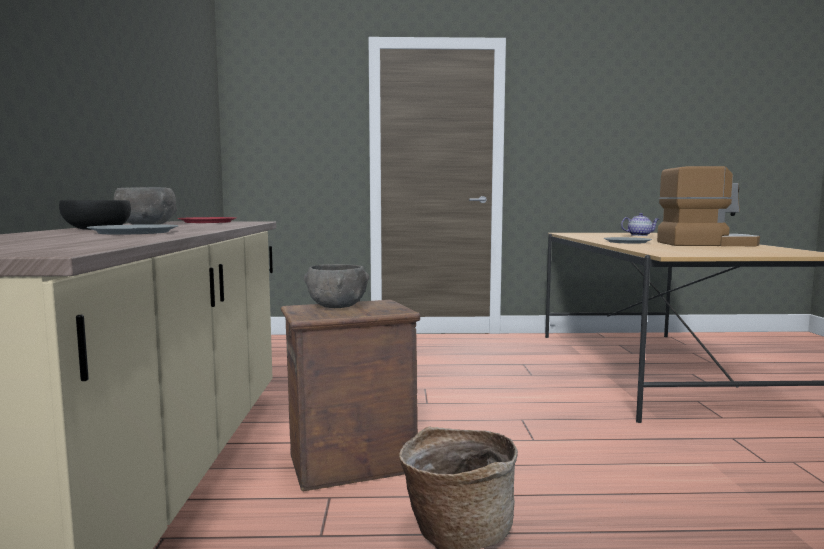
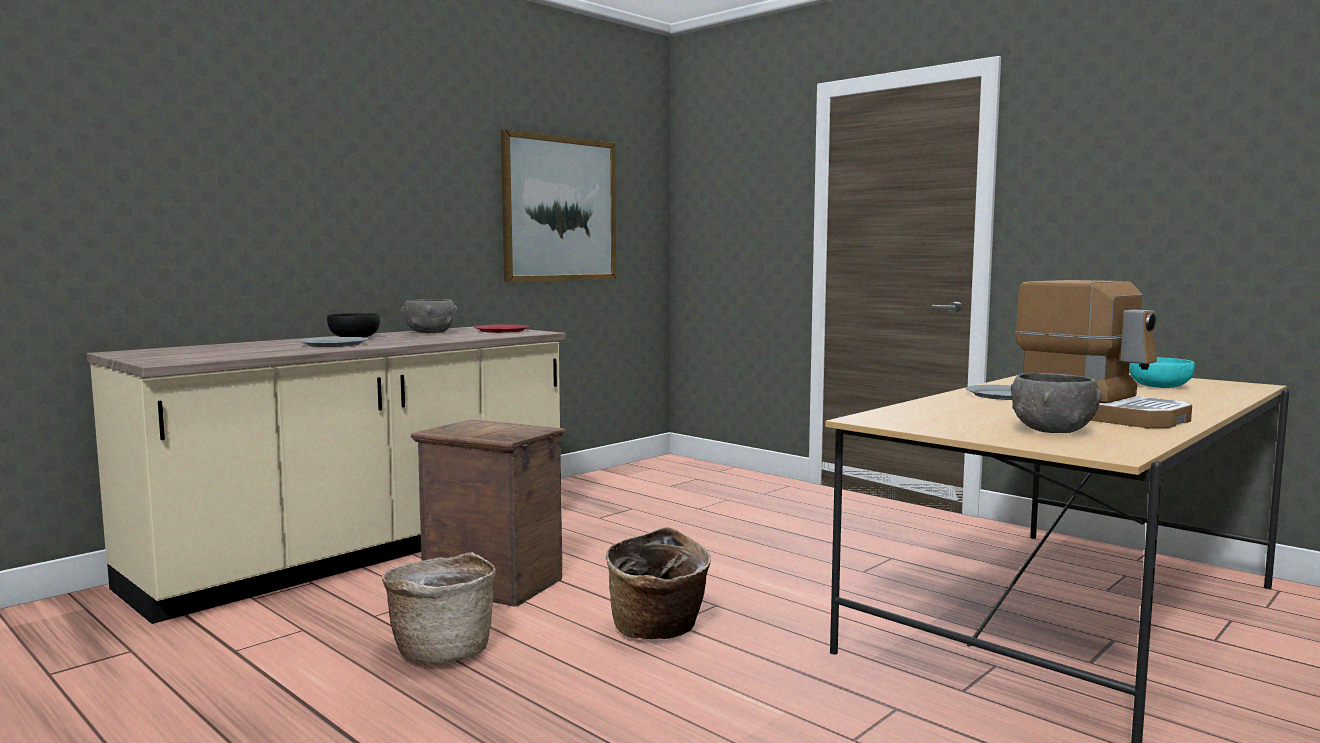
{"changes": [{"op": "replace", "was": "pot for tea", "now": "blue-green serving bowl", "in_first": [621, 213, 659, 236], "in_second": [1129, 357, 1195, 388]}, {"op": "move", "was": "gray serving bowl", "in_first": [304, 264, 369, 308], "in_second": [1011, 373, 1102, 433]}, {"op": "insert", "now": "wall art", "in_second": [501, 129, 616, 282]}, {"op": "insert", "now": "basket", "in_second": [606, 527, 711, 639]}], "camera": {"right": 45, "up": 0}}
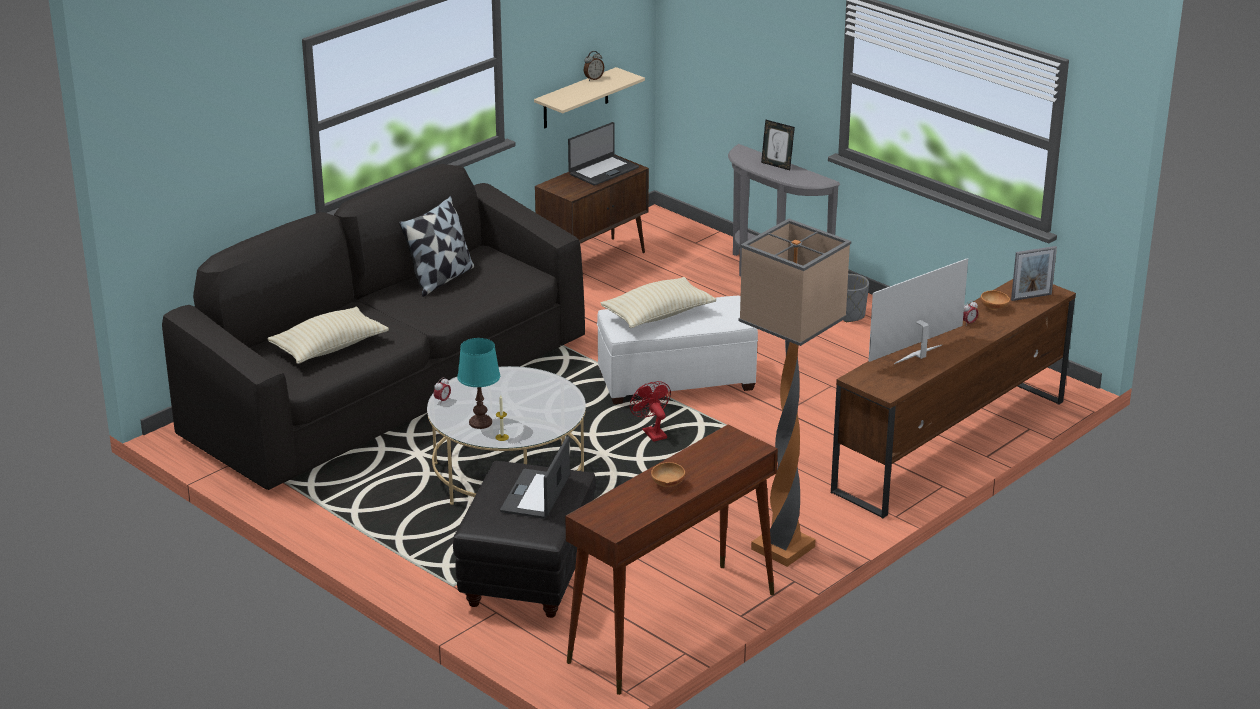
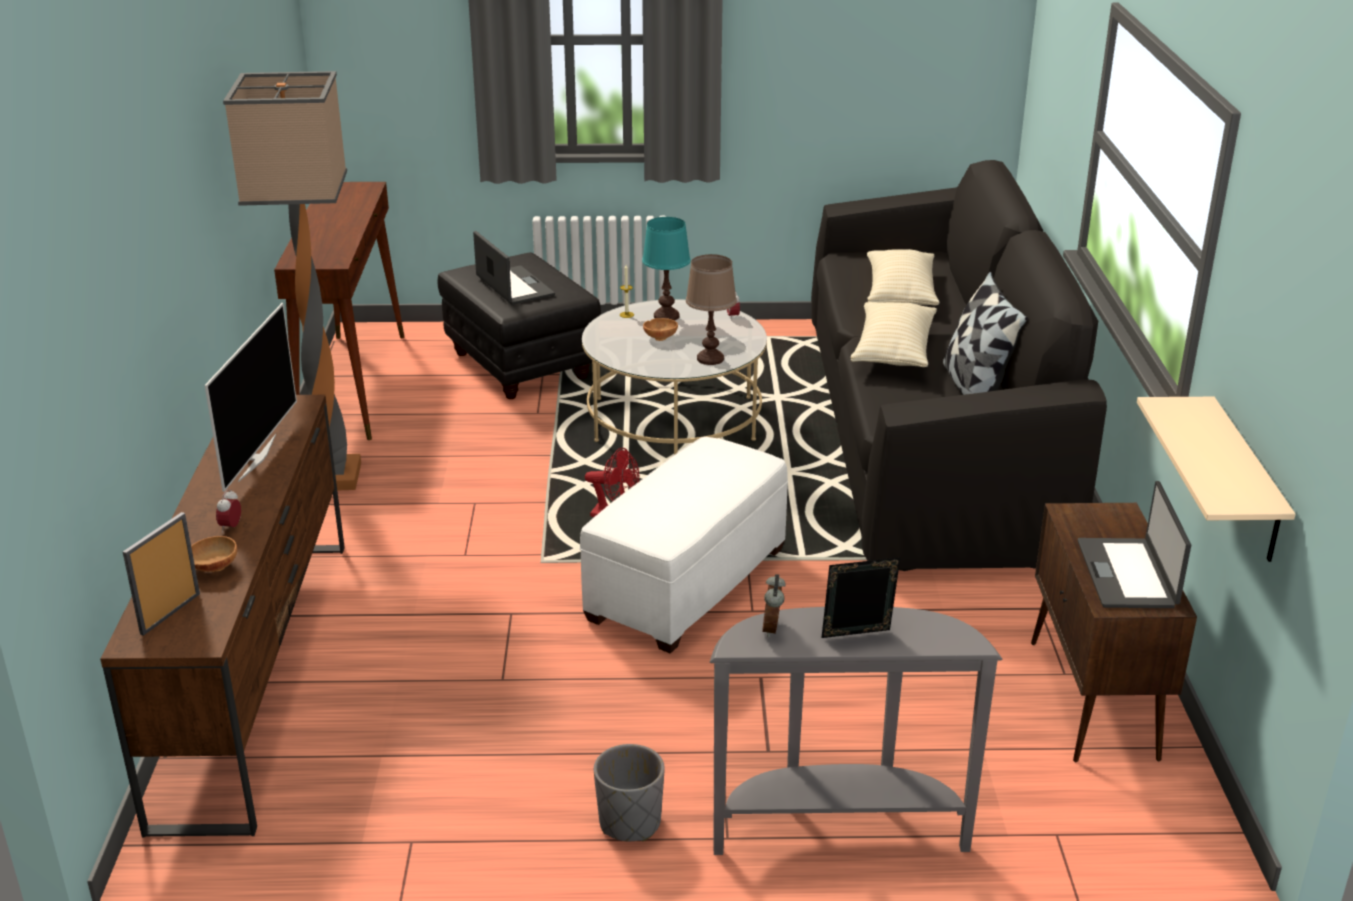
{"changes": [{"op": "move", "was": "alarm clock", "in_first": [584, 51, 604, 81], "in_second": [762, 574, 786, 638]}, {"op": "move", "was": "beige throw pillow", "in_first": [601, 277, 716, 328], "in_second": [851, 302, 937, 367]}, {"op": "move", "was": "brown-coloured serving bowl", "in_first": [651, 462, 685, 487], "in_second": [643, 318, 678, 341]}, {"op": "insert", "now": "brown-coloured table lamp", "in_second": [686, 254, 737, 365]}], "camera": {"right": 135, "up": 0}}
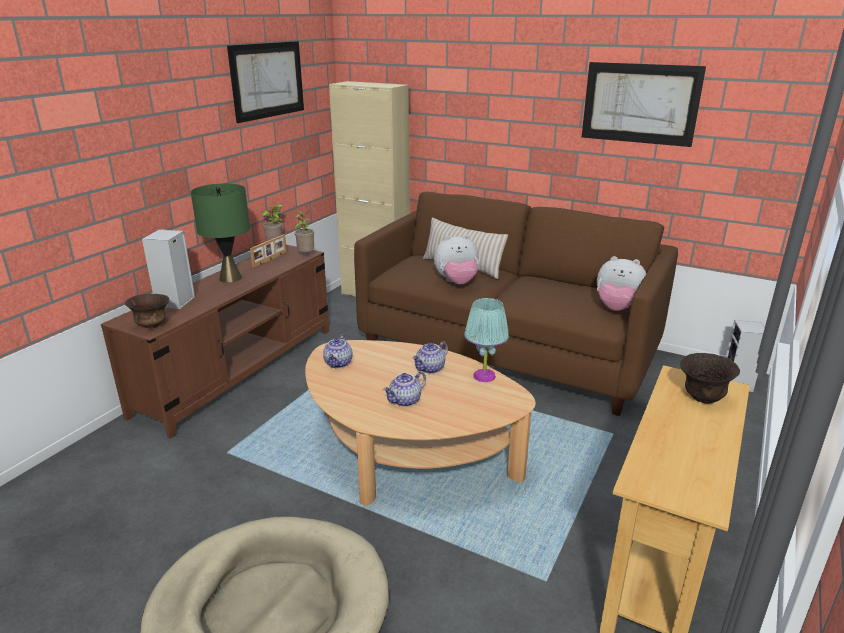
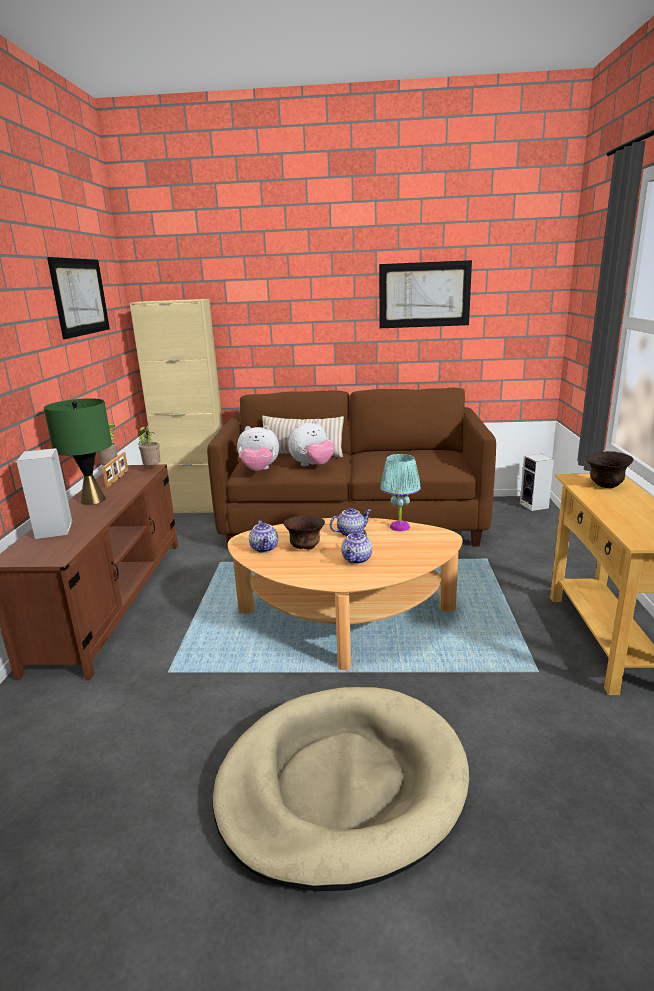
{"changes": [{"op": "move", "was": "soft toy", "in_first": [597, 256, 646, 311], "in_second": [237, 425, 279, 471]}, {"op": "move", "was": "brown-coloured serving bowl", "in_first": [125, 294, 169, 328], "in_second": [283, 516, 325, 550]}, {"op": "rotate", "was": "pot for tea", "in_first": [412, 341, 448, 374], "in_second": [330, 507, 371, 536], "clockwise": -135}], "camera": {"right": -25, "up": -5}}
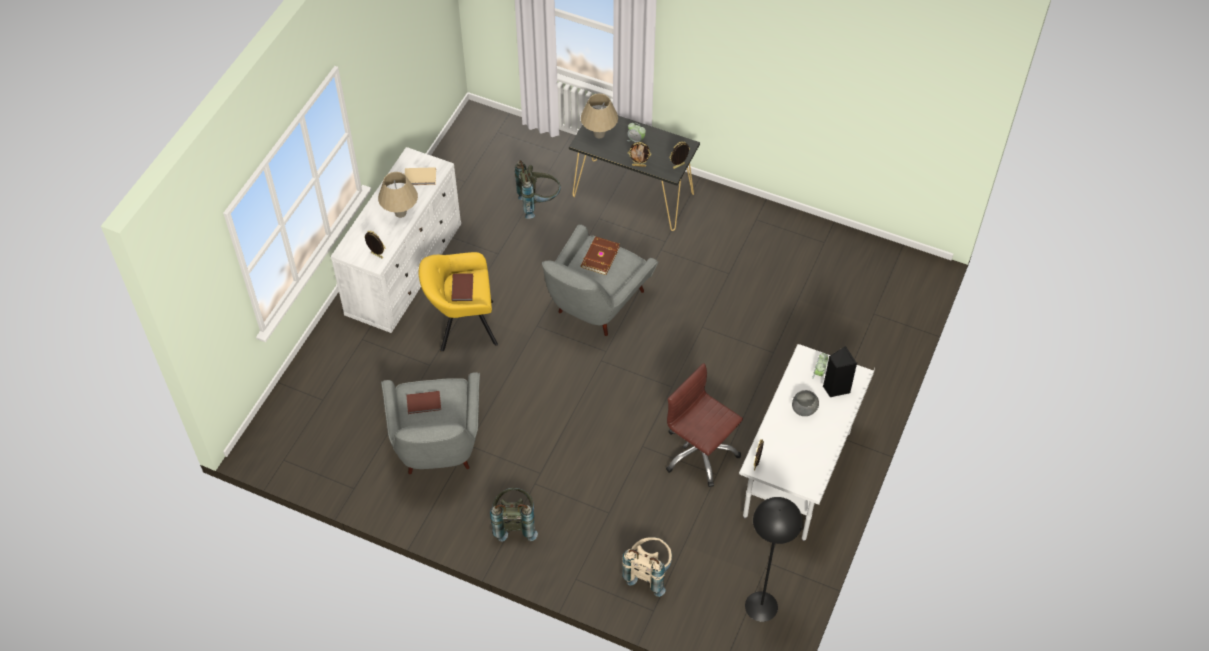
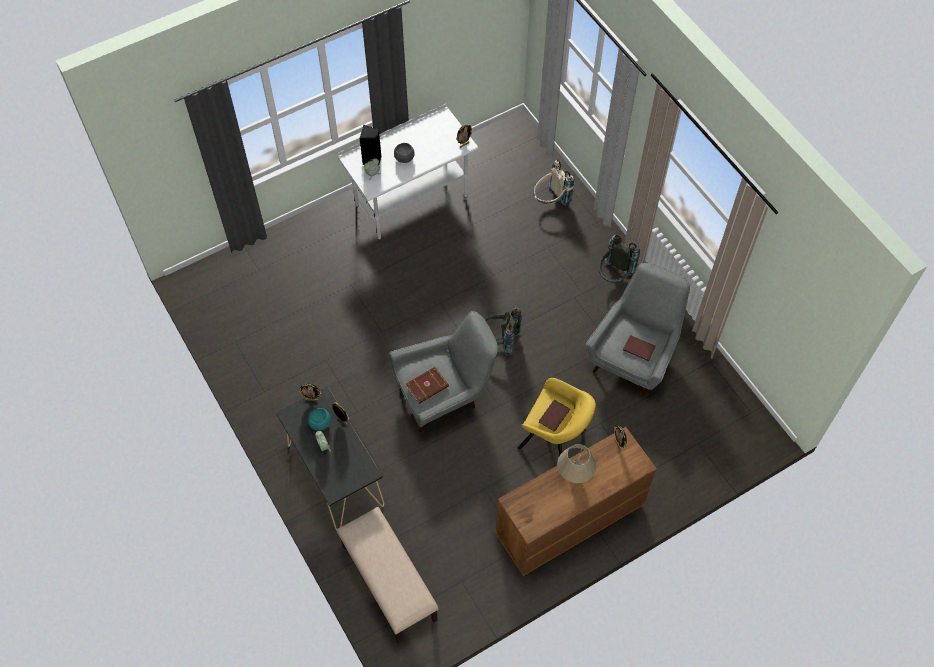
{"changes": [{"op": "delete", "was": "beige table lamp", "in_first": [581, 93, 618, 139]}, {"op": "recolor", "was": "whitish drawer chest", "now": "brown-coloured drawer chest", "in_first": [331, 147, 461, 333], "in_second": [496, 427, 657, 576]}, {"op": "move", "was": "gray knapsack", "in_first": [515, 160, 561, 219], "in_second": [485, 308, 522, 356]}, {"op": "delete", "was": "beige volume", "in_first": [405, 167, 436, 185]}, {"op": "delete", "was": "brown-coloured desk chair", "in_first": [666, 363, 743, 487]}, {"op": "delete", "was": "blackish floor lamp", "in_first": [745, 497, 802, 622]}, {"op": "insert", "now": "blue-green serving bowl", "in_second": [308, 408, 331, 431]}, {"op": "insert", "now": "beige indoor bench", "in_second": [337, 507, 439, 643]}], "camera": {"right": -145, "up": 5}}
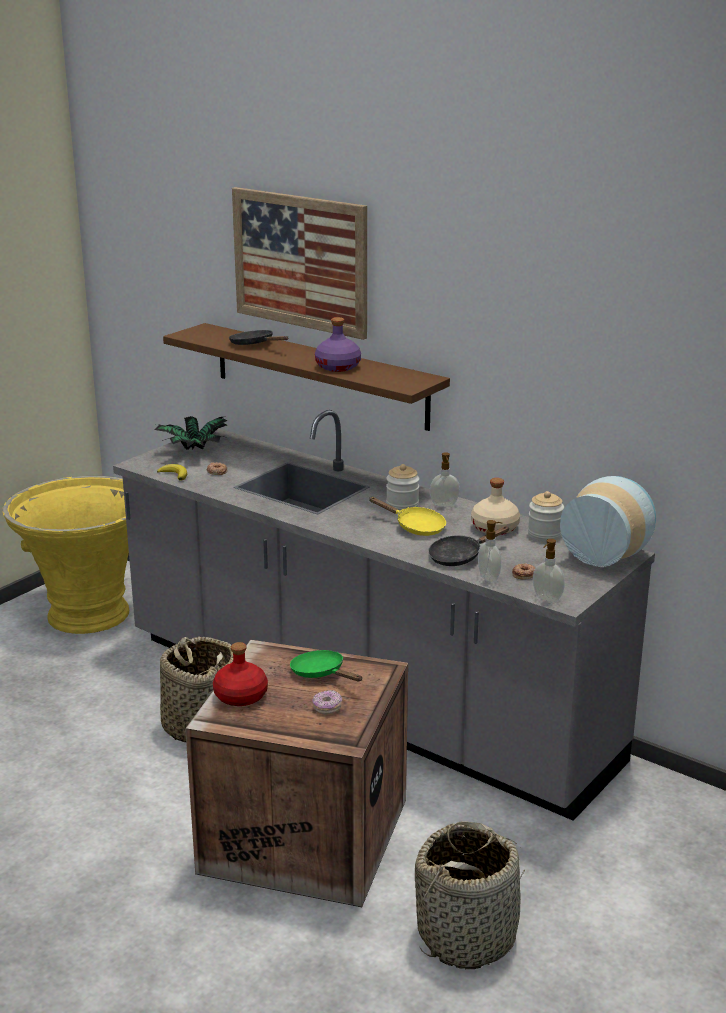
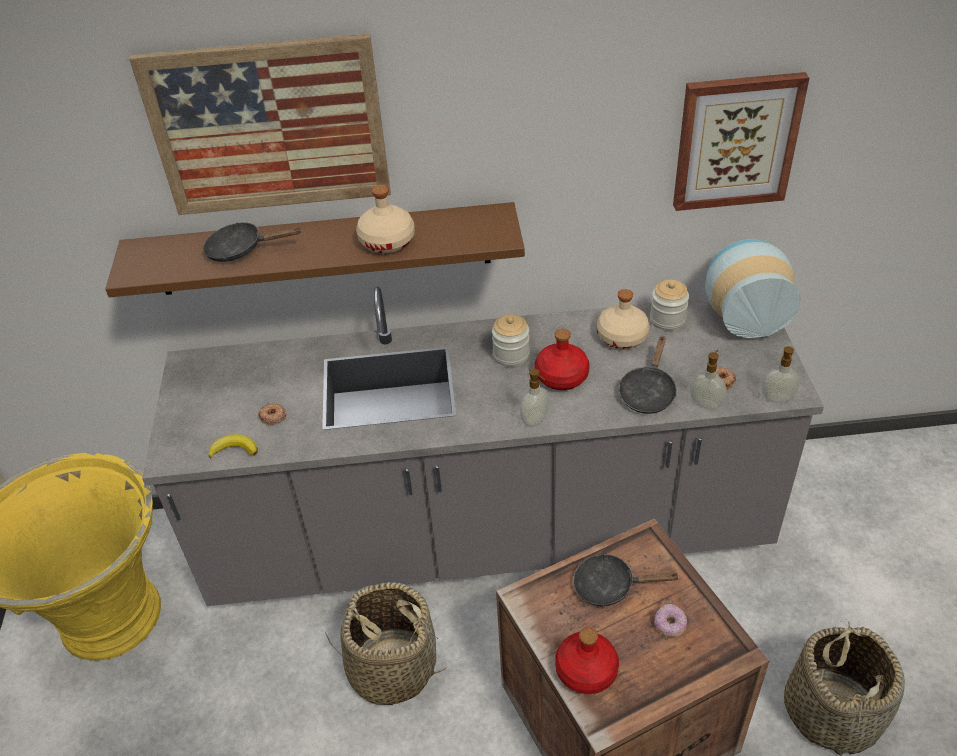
{"changes": [{"op": "recolor", "was": "purple drink bottle", "now": "beige drink bottle", "in_first": [315, 317, 361, 372], "in_second": [356, 185, 415, 253]}, {"op": "delete", "was": "potted plant", "in_first": [154, 416, 227, 450]}, {"op": "move", "was": "soap bottle", "in_first": [430, 452, 460, 507], "in_second": [520, 369, 549, 427]}, {"op": "replace", "was": "yellow-coloured pan", "now": "red-coloured drink bottle", "in_first": [369, 497, 446, 536], "in_second": [535, 329, 590, 390]}, {"op": "recolor", "was": "green pan", "now": "blackish pan", "in_first": [290, 650, 362, 682], "in_second": [573, 553, 680, 607]}, {"op": "insert", "now": "wall art", "in_second": [673, 72, 809, 211]}], "camera": {"right": -40, "up": 20}}
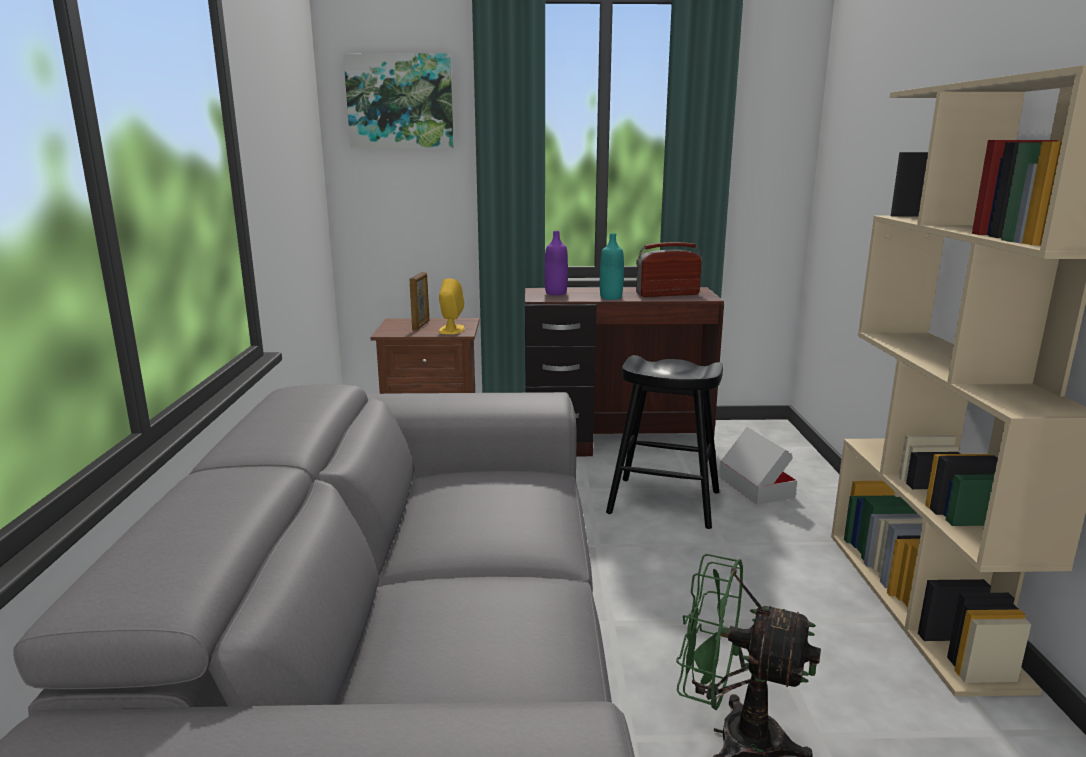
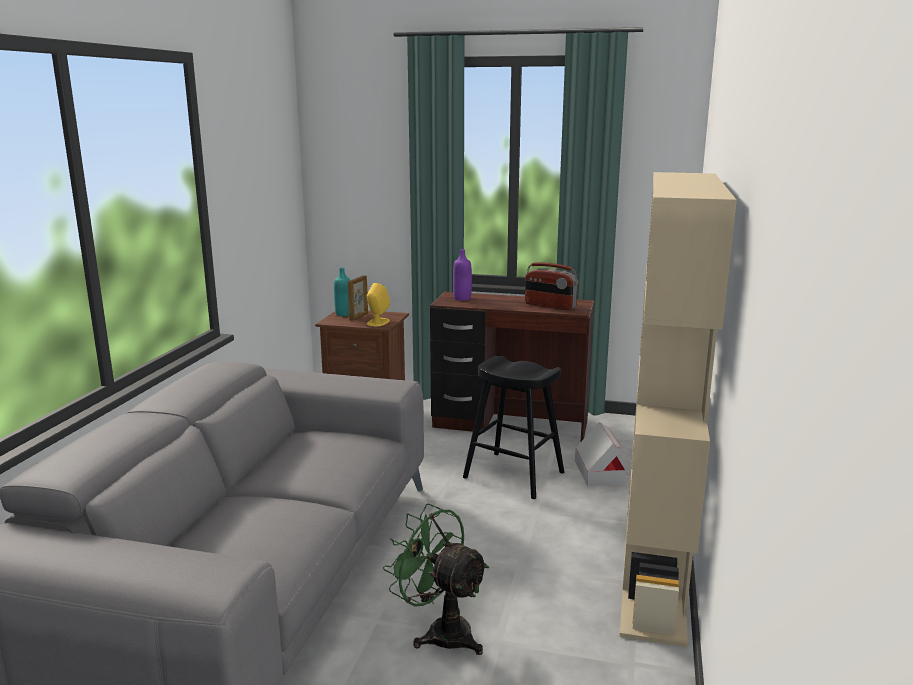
{"changes": [{"op": "delete", "was": "wall art", "in_first": [343, 53, 454, 149]}, {"op": "move", "was": "blue-green drink bottle", "in_first": [600, 233, 624, 300], "in_second": [334, 268, 350, 316]}, {"op": "rotate", "was": "radio", "in_first": [636, 242, 702, 297], "in_second": [525, 263, 578, 310], "clockwise": -150}], "camera": {"right": 15, "up": 0}}
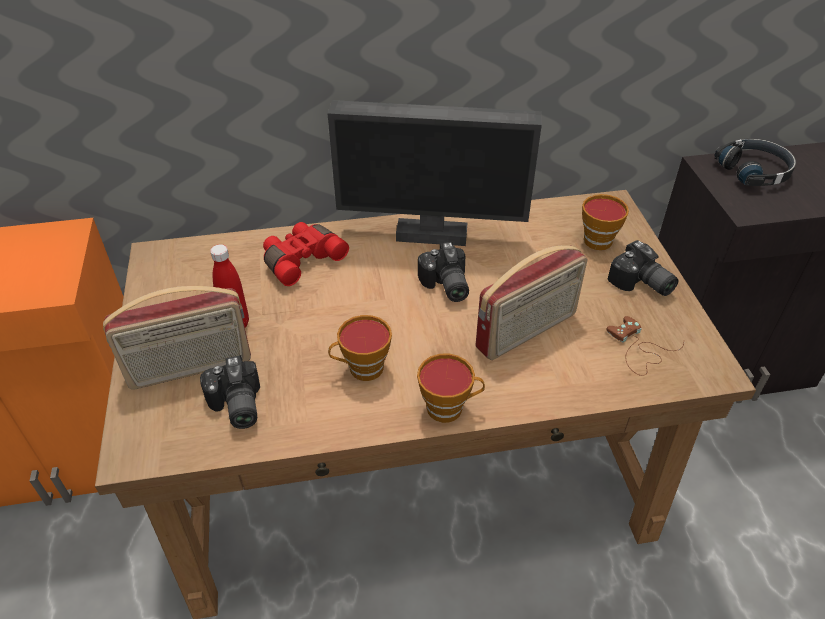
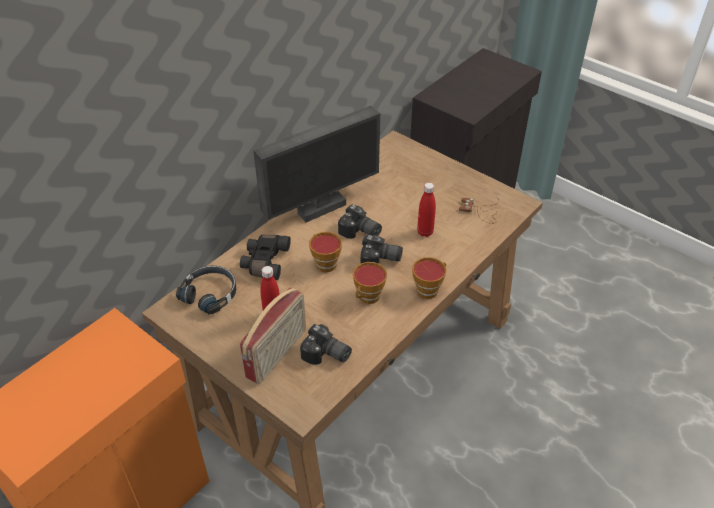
{"changes": [{"op": "move", "was": "blackish headset", "in_first": [714, 138, 796, 186], "in_second": [176, 266, 236, 315]}, {"op": "move", "was": "drinking cup", "in_first": [582, 194, 629, 250], "in_second": [309, 232, 342, 272]}, {"op": "recolor", "was": "red-coloured field glasses", "now": "blackish field glasses", "in_first": [263, 222, 349, 286], "in_second": [240, 235, 291, 280]}, {"op": "move", "was": "photo camera", "in_first": [607, 240, 679, 296], "in_second": [360, 235, 403, 264]}, {"op": "replace", "was": "radio", "now": "red-coloured drink bottle", "in_first": [475, 245, 588, 360], "in_second": [417, 183, 436, 237]}], "camera": {"right": -40, "up": 0}}
